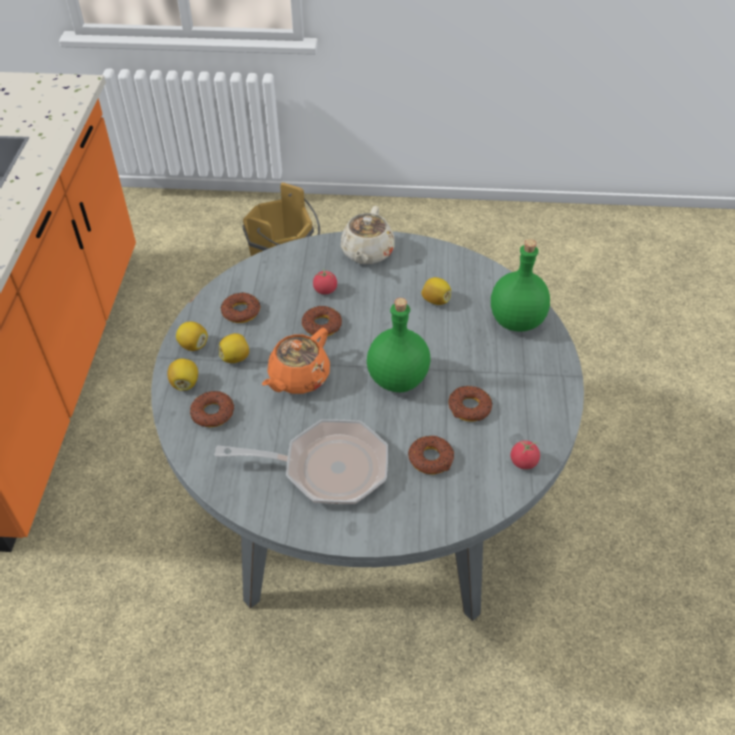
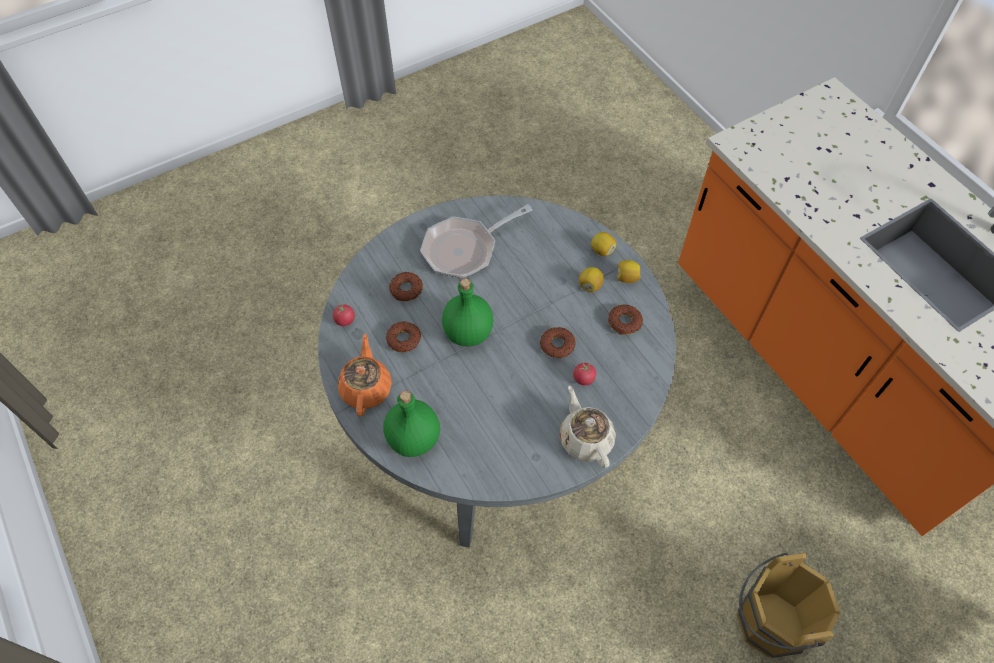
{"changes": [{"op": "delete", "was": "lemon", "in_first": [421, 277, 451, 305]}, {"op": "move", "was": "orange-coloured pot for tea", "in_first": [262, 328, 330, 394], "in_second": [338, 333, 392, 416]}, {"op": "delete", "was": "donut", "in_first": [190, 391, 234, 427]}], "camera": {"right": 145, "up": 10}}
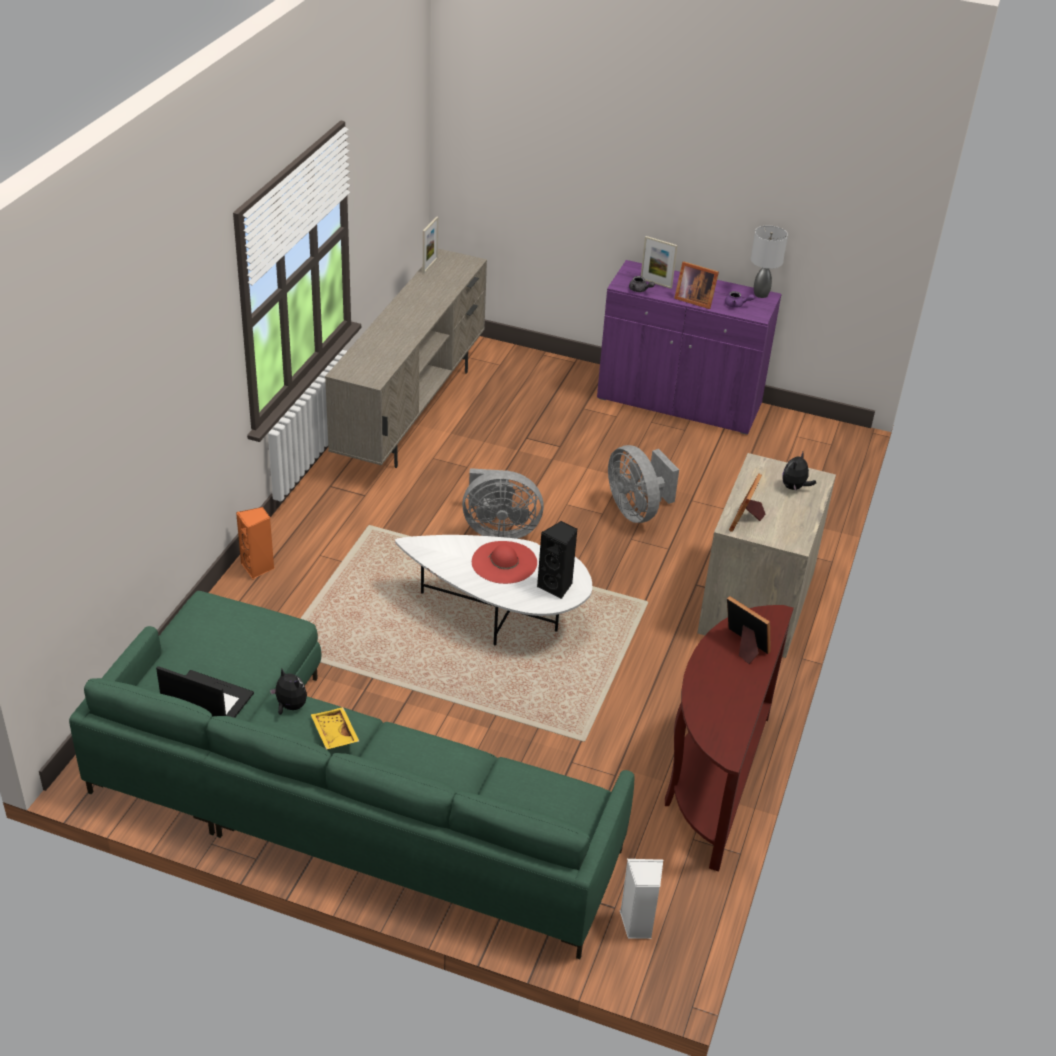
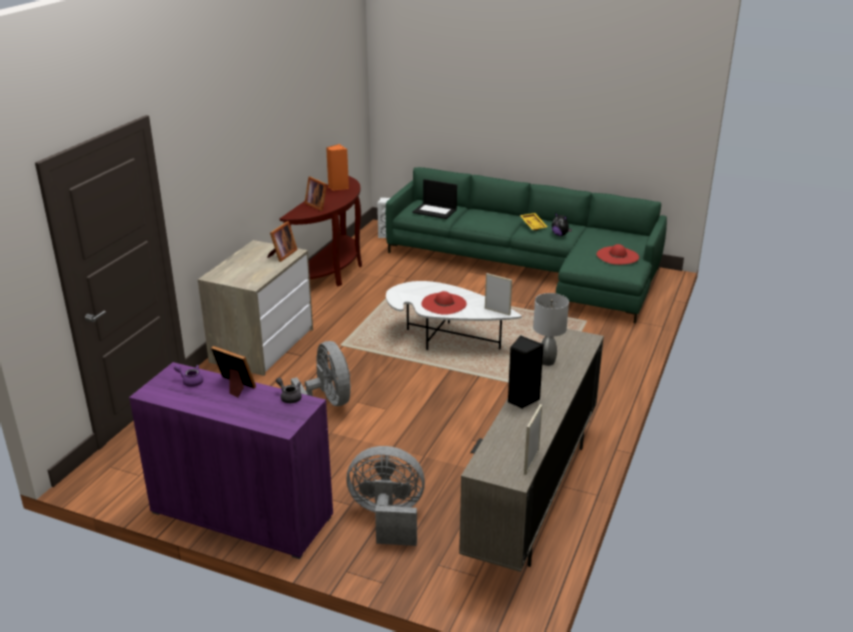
{"changes": [{"op": "move", "was": "gray table lamp", "in_first": [751, 225, 788, 298], "in_second": [533, 293, 569, 366]}, {"op": "move", "was": "standing frame", "in_first": [641, 236, 678, 289], "in_second": [485, 273, 512, 316]}, {"op": "delete", "was": "soft toy", "in_first": [782, 452, 816, 491]}, {"op": "move", "was": "gray fan", "in_first": [462, 468, 544, 539], "in_second": [346, 446, 425, 546]}, {"op": "move", "was": "orange-coloured speaker", "in_first": [236, 507, 274, 579], "in_second": [326, 144, 349, 191]}, {"op": "move", "was": "blackish speaker", "in_first": [537, 521, 578, 599], "in_second": [508, 335, 544, 409]}, {"op": "move", "was": "portable computer", "in_first": [156, 666, 254, 718], "in_second": [412, 179, 457, 219]}, {"op": "insert", "now": "red-coloured clothing hat", "in_second": [596, 244, 639, 265]}], "camera": {"right": -175, "up": -10}}
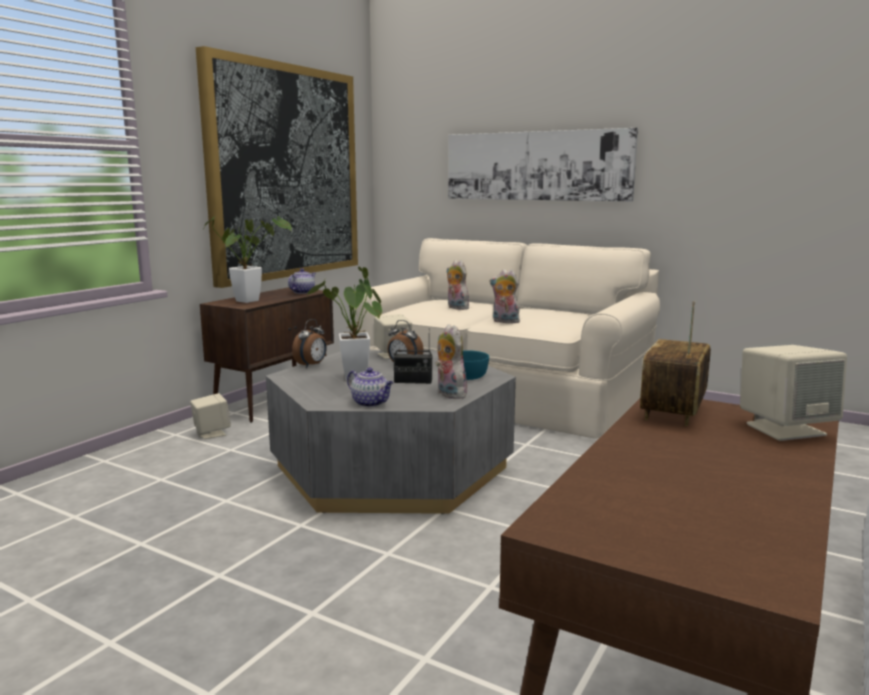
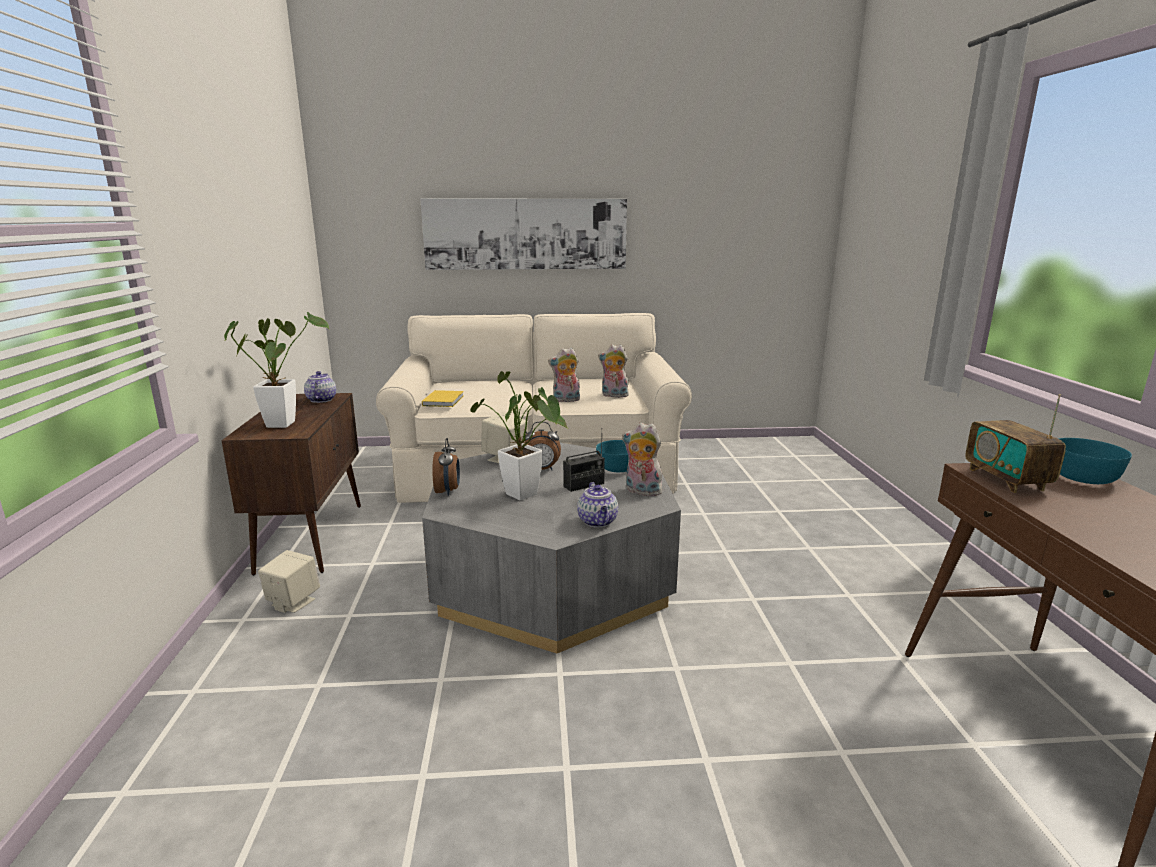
{"changes": [{"op": "delete", "was": "wall art", "in_first": [196, 46, 358, 288]}, {"op": "move", "was": "soft toy", "in_first": [447, 260, 471, 310], "in_second": [598, 344, 629, 398]}, {"op": "replace", "was": "beige speaker", "now": "blue-green serving bowl", "in_first": [740, 345, 847, 441], "in_second": [1058, 438, 1132, 484]}, {"op": "rotate", "was": "pot for tea", "in_first": [347, 368, 394, 407], "in_second": [577, 482, 618, 527], "clockwise": 75}, {"op": "insert", "now": "yellow-coloured volume", "in_second": [422, 390, 464, 407]}], "camera": {"right": -35, "up": 5}}
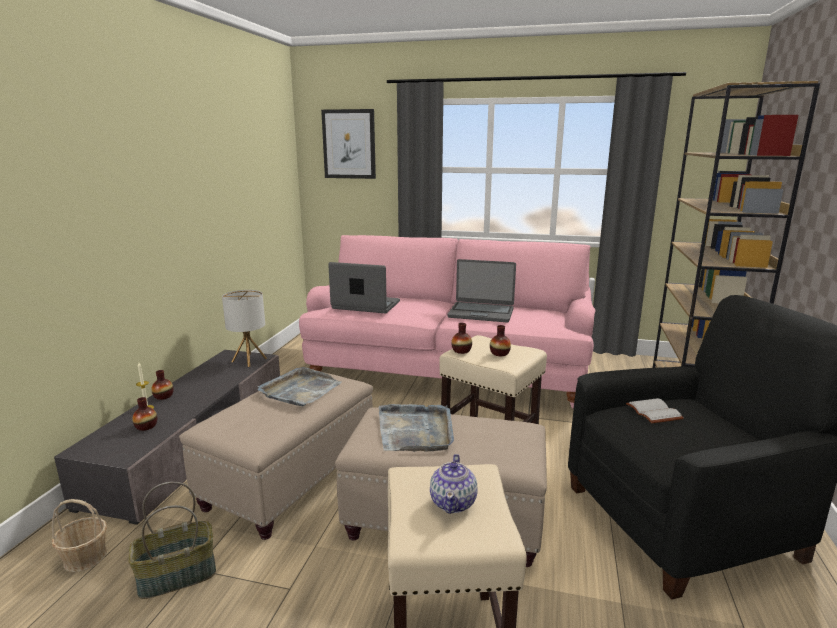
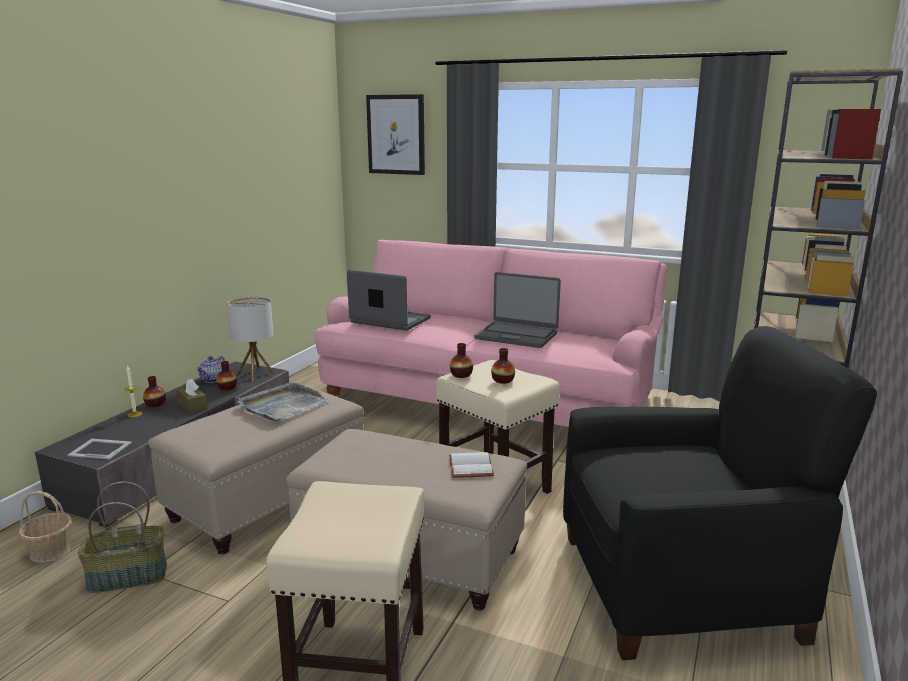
{"changes": [{"op": "move", "was": "decorative vase", "in_first": [132, 397, 157, 431], "in_second": [216, 361, 237, 390]}, {"op": "move", "was": "whitish volume", "in_first": [626, 398, 684, 423], "in_second": [449, 452, 494, 478]}, {"op": "delete", "was": "gray serving tray", "in_first": [379, 404, 454, 452]}, {"op": "move", "was": "pot for tea", "in_first": [430, 454, 478, 514], "in_second": [196, 356, 225, 383]}, {"op": "insert", "now": "brown-coloured box of tissues", "in_second": [176, 379, 208, 413]}, {"op": "insert", "now": "standing frame", "in_second": [68, 439, 132, 459]}], "camera": {"right": 10, "up": 0}}
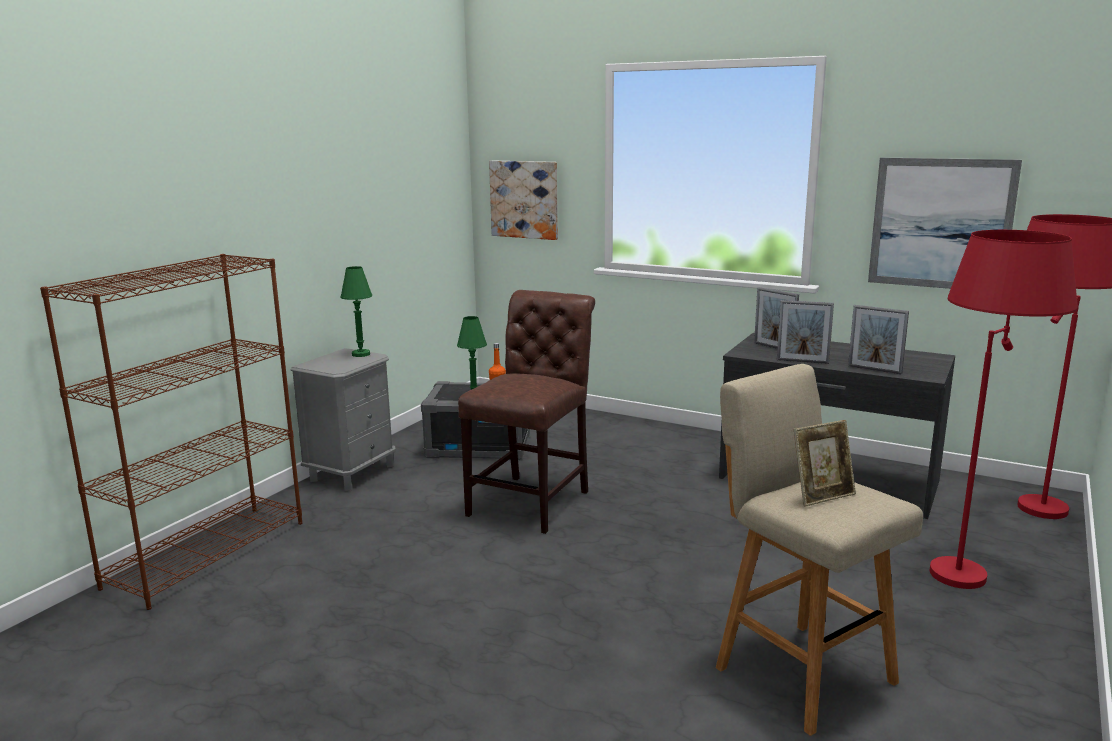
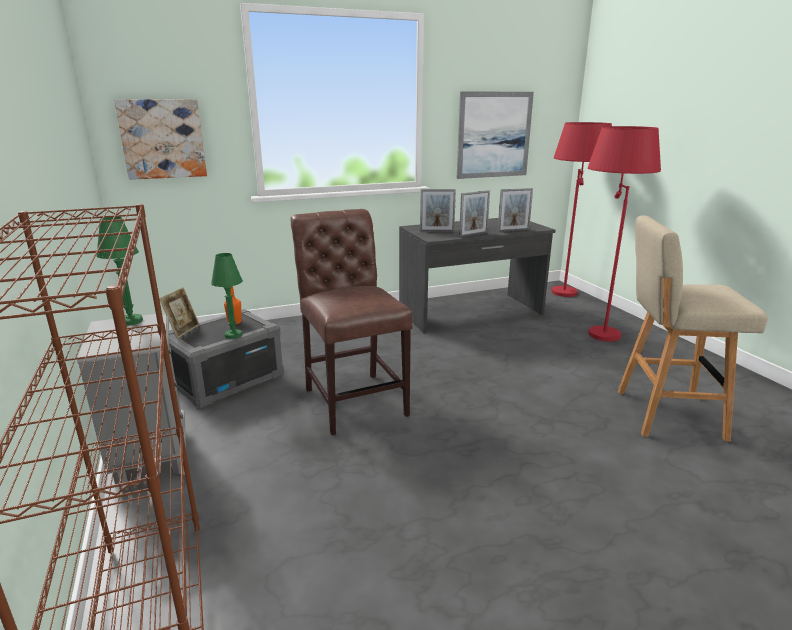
{"changes": [{"op": "move", "was": "standing frame", "in_first": [794, 420, 856, 507], "in_second": [159, 287, 200, 339]}], "camera": {"right": -50, "up": 5}}
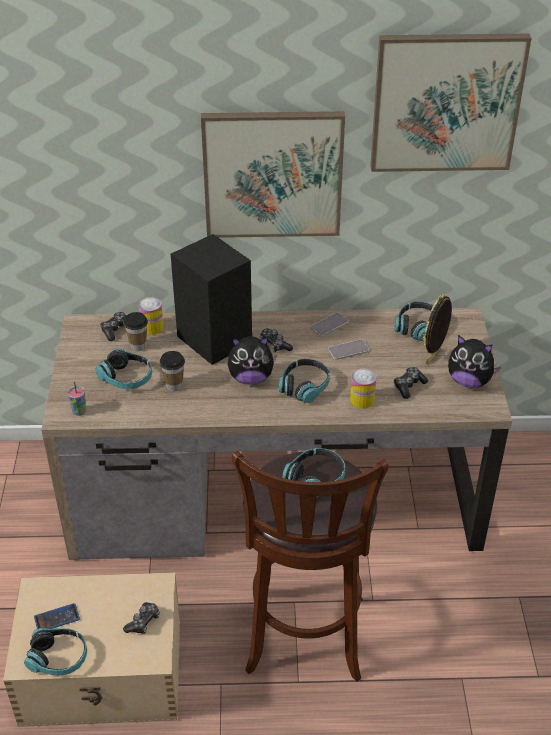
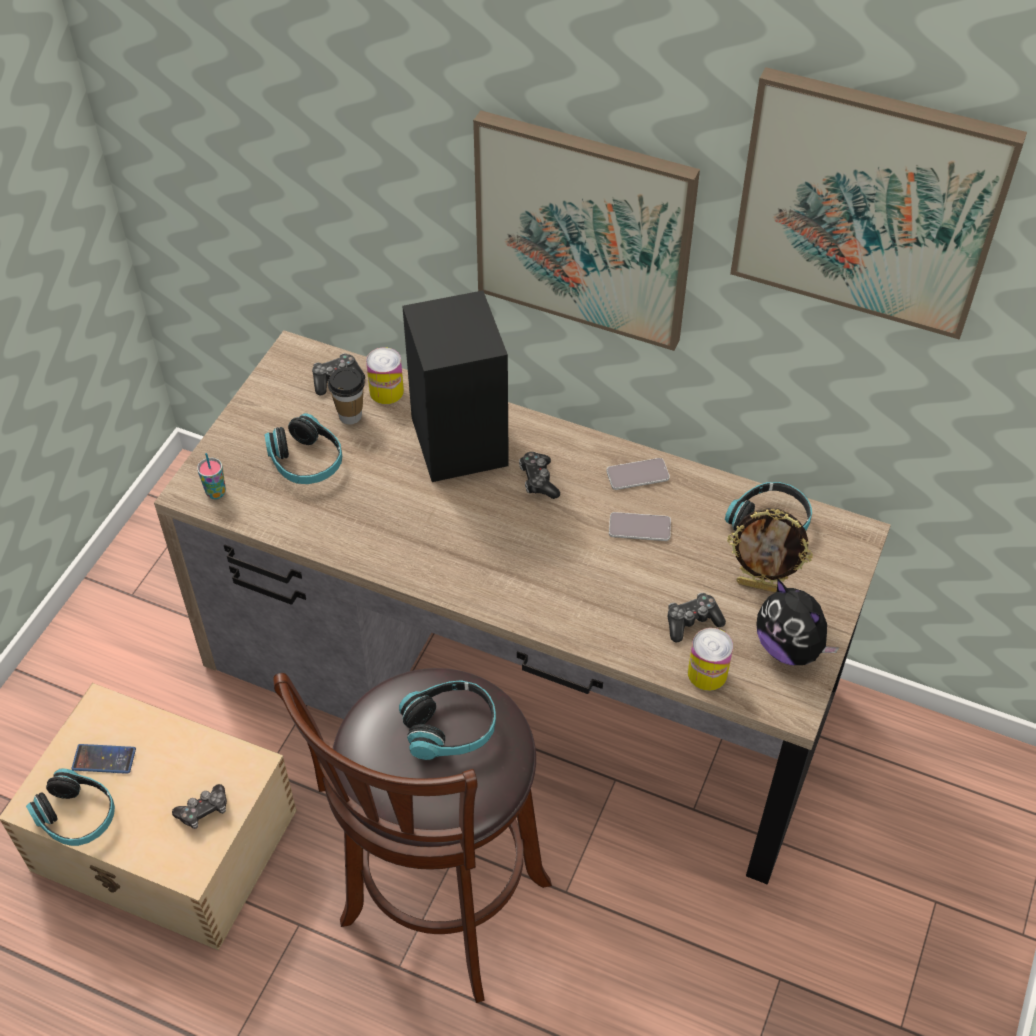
{"changes": [{"op": "rotate", "was": "standing frame", "in_first": [423, 294, 452, 364], "in_second": [727, 508, 813, 593], "clockwise": -135}, {"op": "delete", "was": "soft toy", "in_first": [228, 336, 277, 385]}, {"op": "delete", "was": "drinking cup", "in_first": [159, 351, 185, 392]}, {"op": "delete", "was": "headset", "in_first": [279, 359, 330, 403]}, {"op": "move", "was": "can", "in_first": [350, 368, 376, 409], "in_second": [688, 628, 733, 691]}], "camera": {"right": 25, "up": 10}}
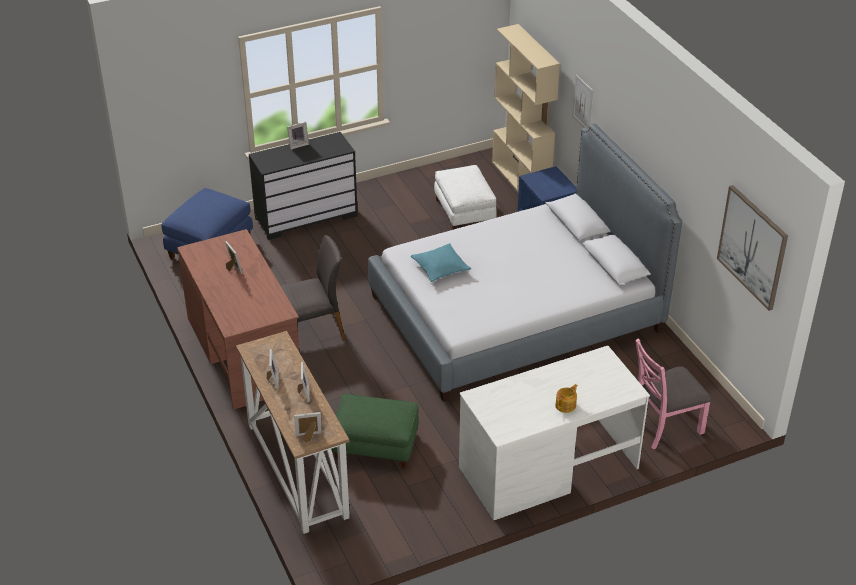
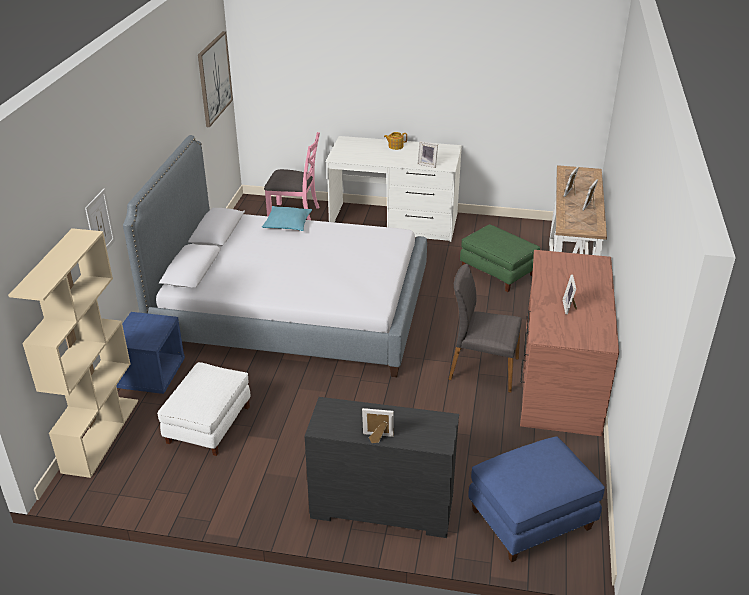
{"changes": [{"op": "move", "was": "blue-green throw pillow", "in_first": [411, 243, 471, 282], "in_second": [262, 206, 312, 231]}, {"op": "move", "was": "standing frame", "in_first": [294, 412, 322, 442], "in_second": [418, 141, 438, 168]}], "camera": {"right": -145, "up": -5}}
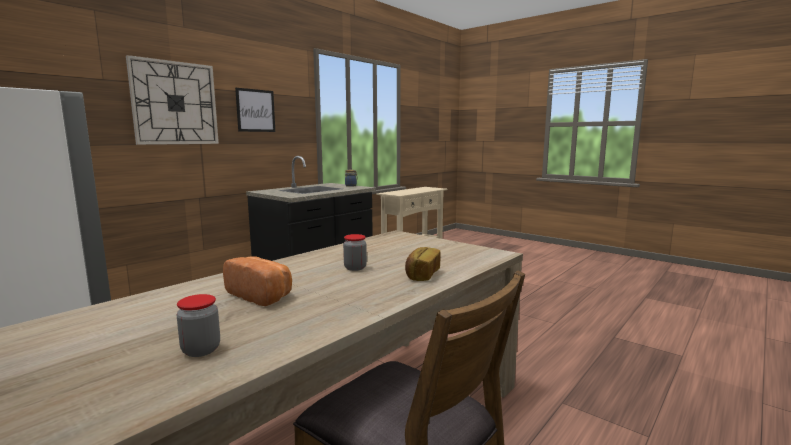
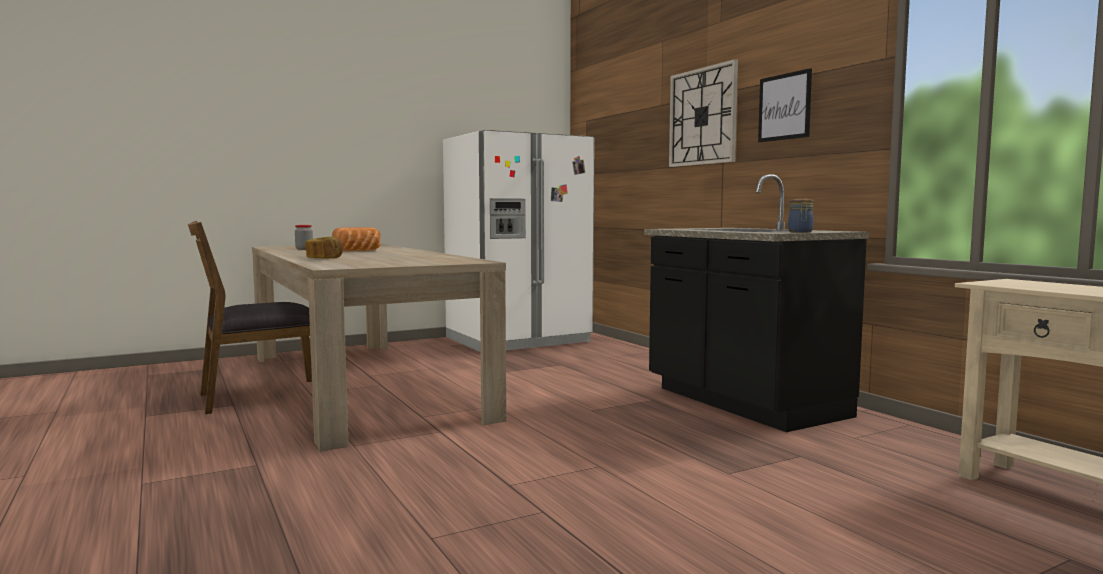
{"changes": [{"op": "delete", "was": "storage jar", "in_first": [343, 234, 367, 271]}], "camera": {"right": 110, "up": -5}}
